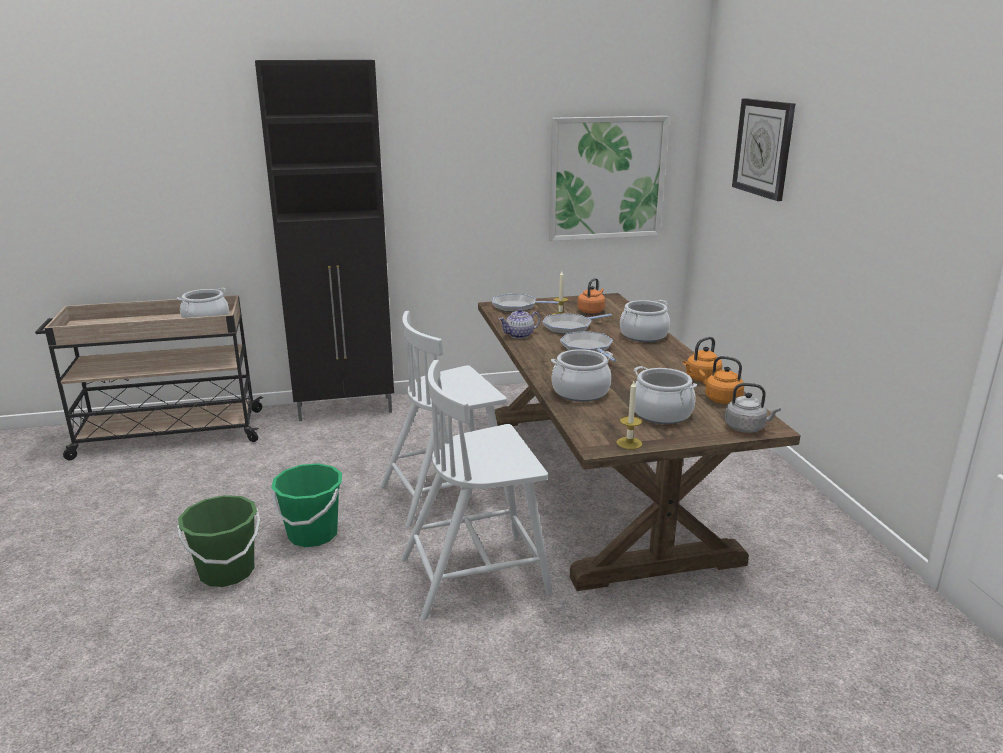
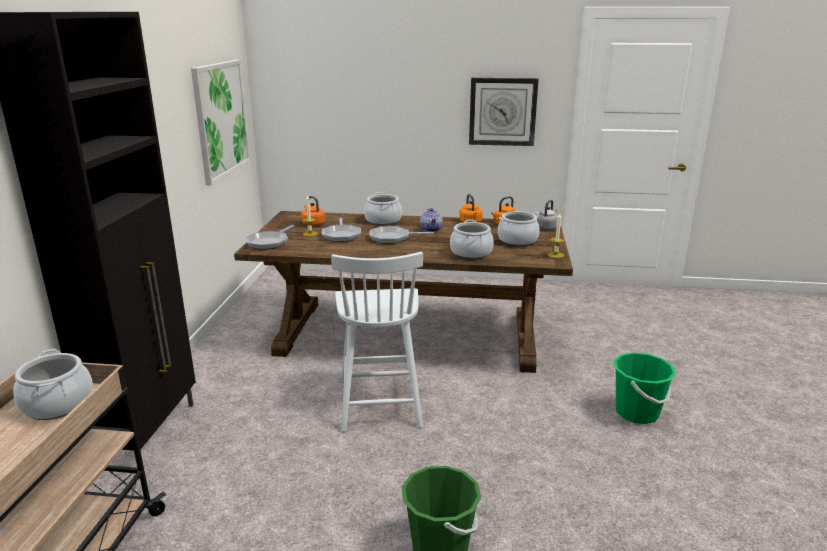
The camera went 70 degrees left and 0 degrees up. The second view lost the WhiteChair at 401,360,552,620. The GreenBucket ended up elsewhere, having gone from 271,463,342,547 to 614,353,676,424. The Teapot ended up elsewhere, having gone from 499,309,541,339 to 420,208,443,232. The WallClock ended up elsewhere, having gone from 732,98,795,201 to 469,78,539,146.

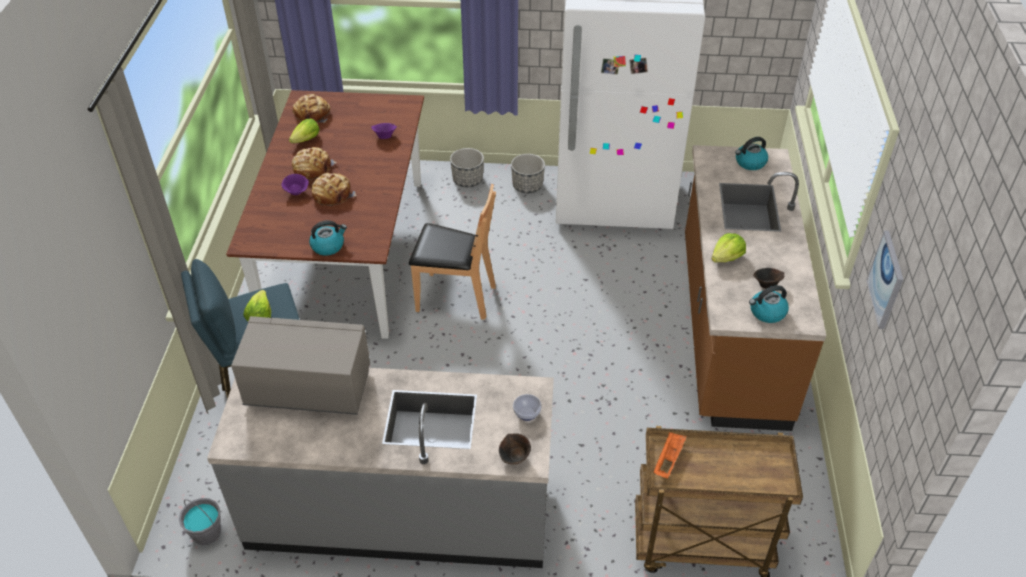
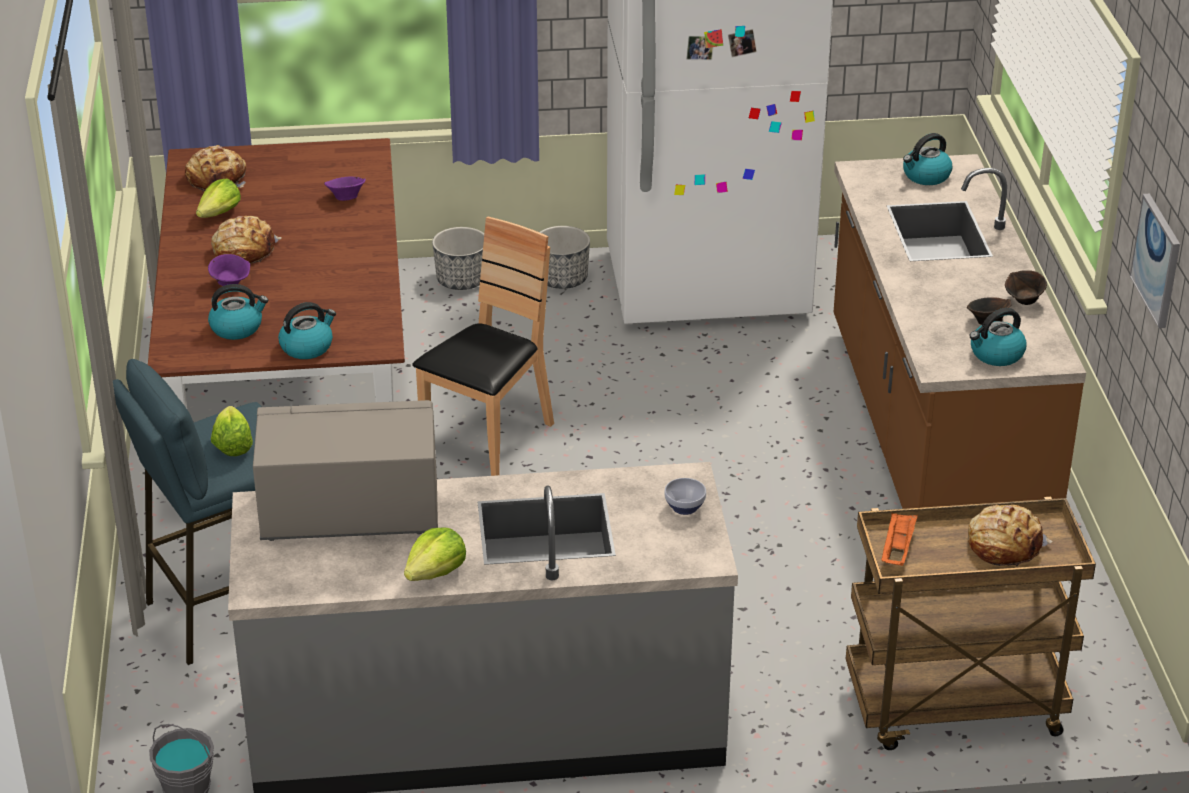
The camera went 10 degrees left and 10 degrees down. The second view gained the Kettle at 208,284,268,340. The Bread ended up elsewhere, having gone from 311,173,356,207 to 968,505,1052,567. The BrownBowl ended up elsewhere, having gone from 499,433,531,464 to 1005,270,1047,305. The Lettuce ended up elsewhere, having gone from 711,233,746,262 to 404,527,466,581. The BrownChair at 409,184,496,320 ended up facing another way, 60 degrees counterclockwise from before.

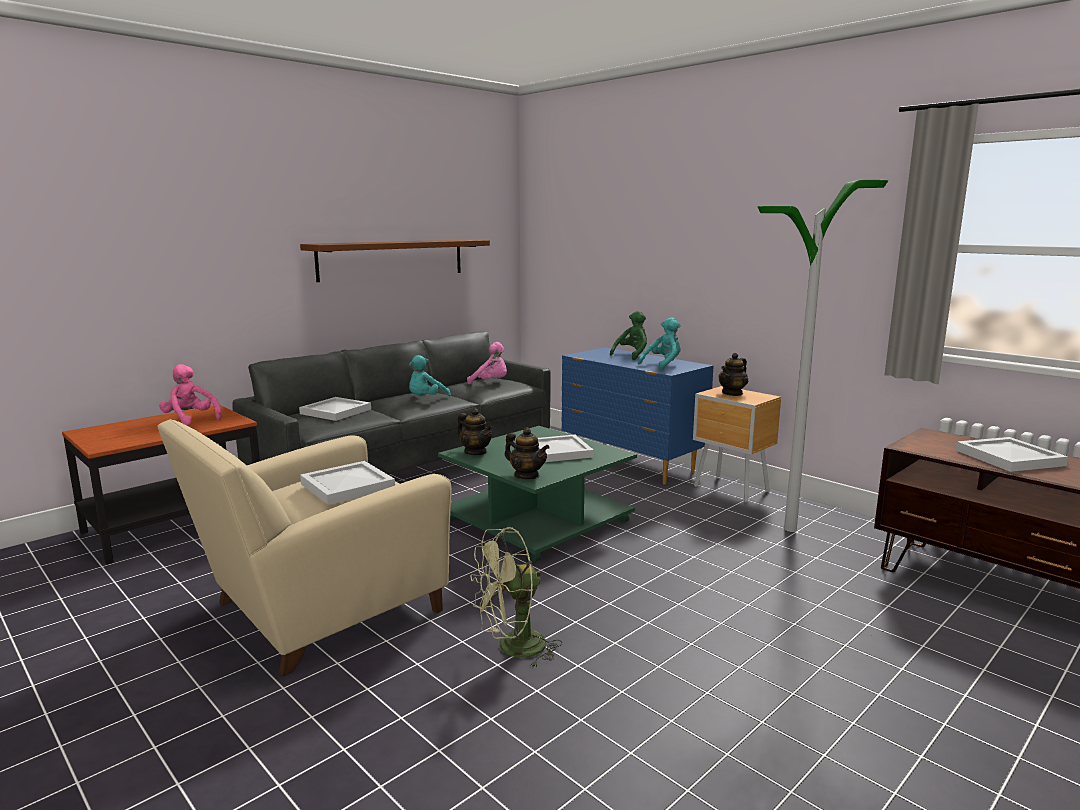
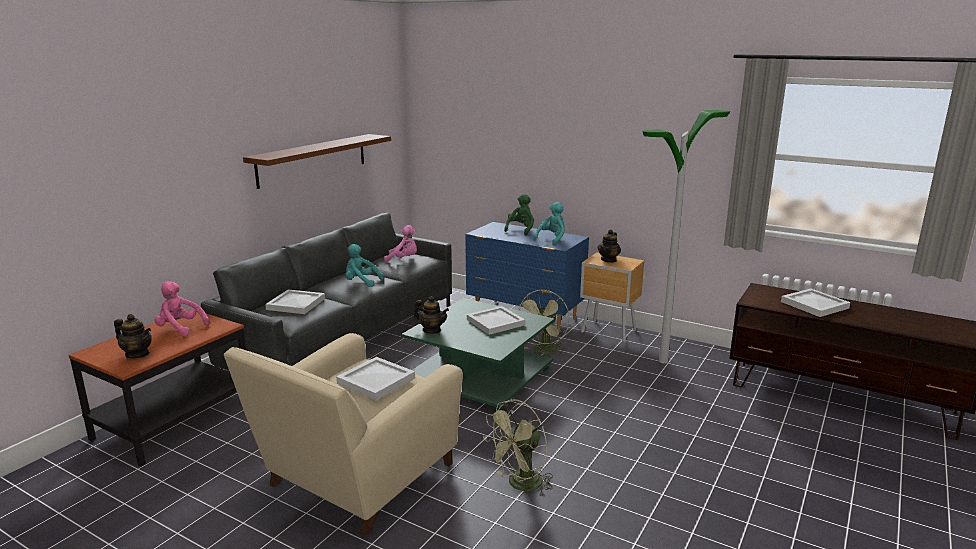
The camera went 15 degrees left and 5 degrees up. The second view gained the GreenFan at 517,290,570,355. The Teapot ended up elsewhere, having gone from 505,427,549,479 to 114,314,152,359. The TurquoisePlushToy at 409,355,451,396 ended up facing another way, 90 degrees clockwise from before.

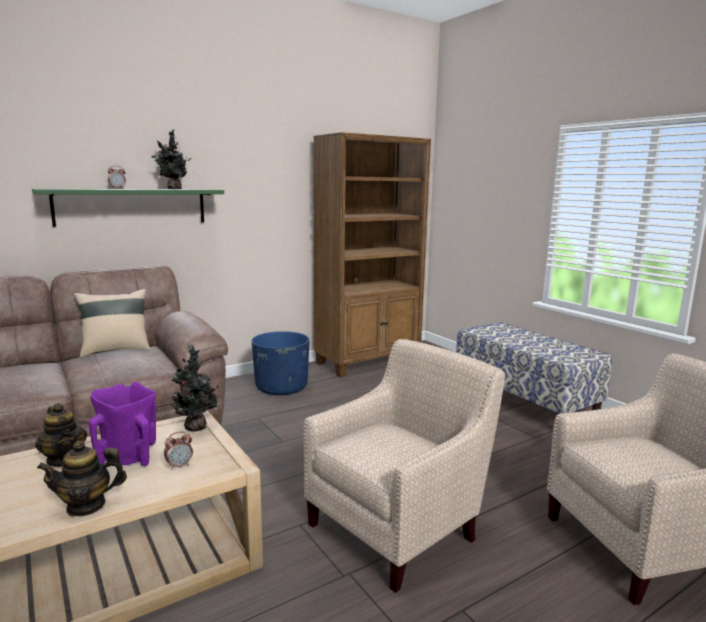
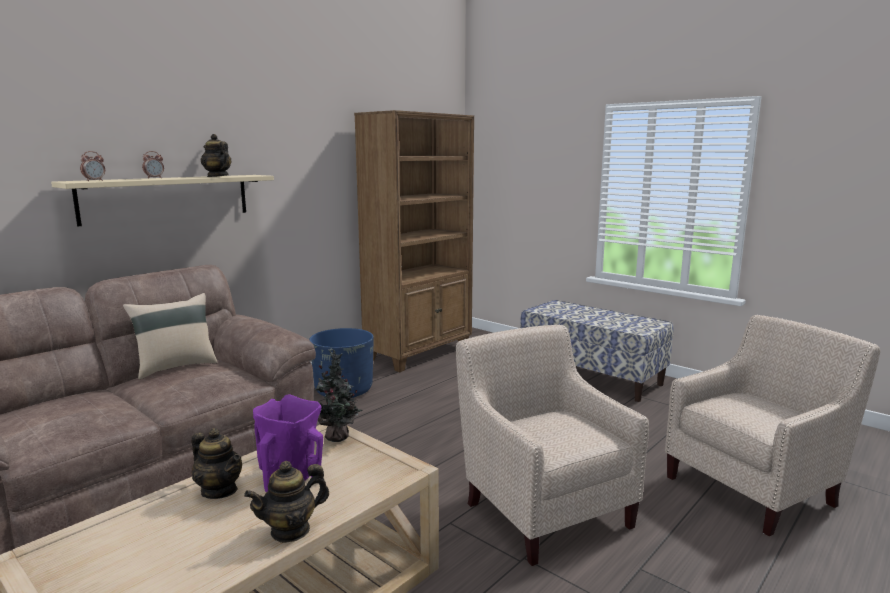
The camera went 15 degrees left and 0 degrees up. The AlarmClock ended up elsewhere, having gone from 164,432,193,470 to 80,151,105,181. Where the PottedPlant stood at 151,129,191,189, the Teapot came to stand at 201,134,231,177. What was the GreenShelf at 32,189,224,227 turned into the BeigeShelf at 51,175,274,226. The BeigeArmchair at 303,339,505,593 ended up facing another way, 60 degrees counterclockwise from before.

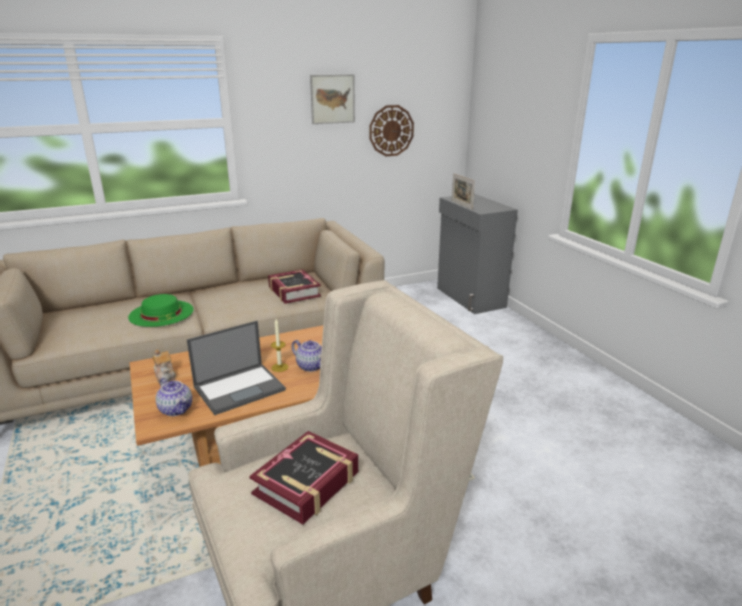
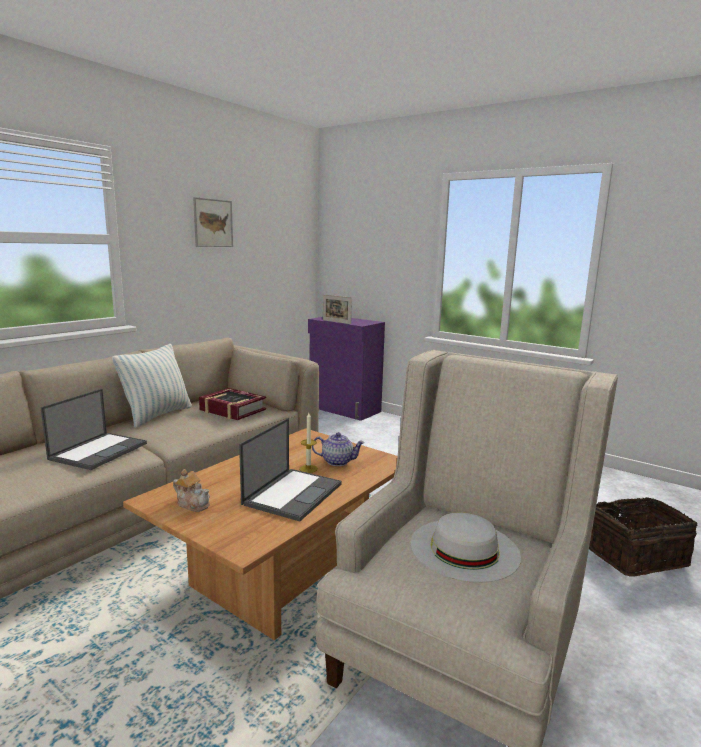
The camera went 30 degrees left and 10 degrees down. The second view lost the Teapot at 156,378,192,416. The second view lost the WallClock at 369,105,414,156. The second view gained the Pillow at 112,344,192,428. The second view gained the Basket at 589,497,697,577. Where the GreenHat stood at 128,294,194,327, the Laptop came to stand at 40,389,147,470. Where the Book stood at 249,431,359,525, the WhiteHat came to stand at 411,513,521,583. What was the GreyCabinet at 437,194,518,314 turned into the PurpleCabinet at 308,317,385,421.

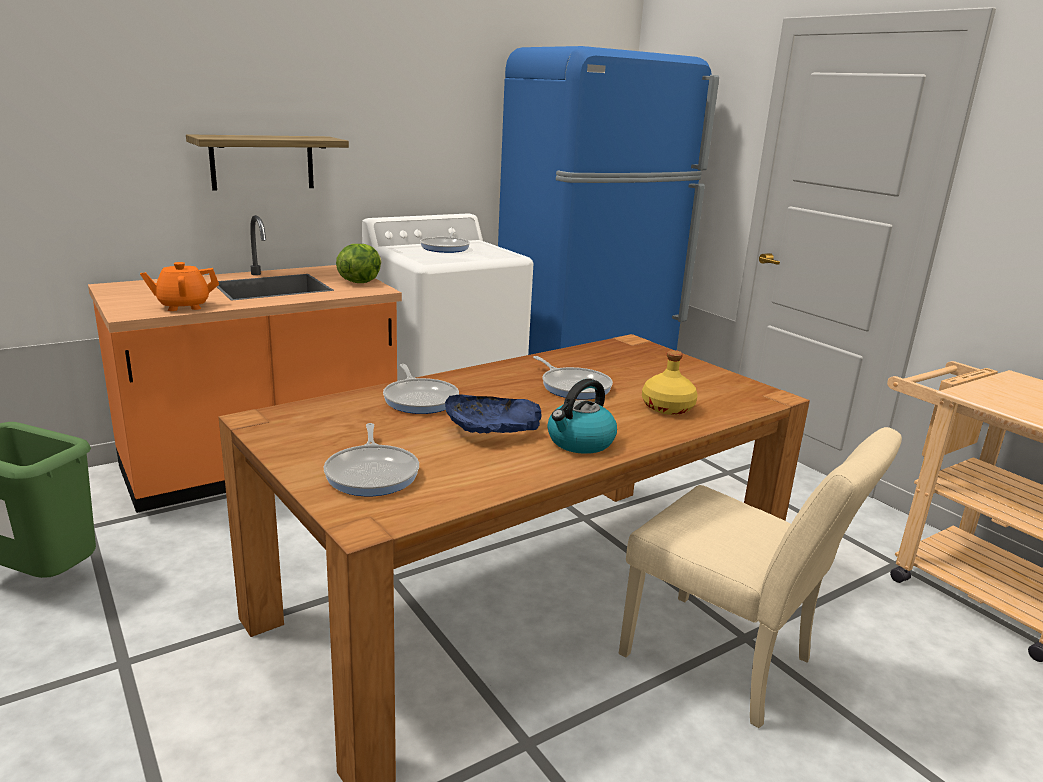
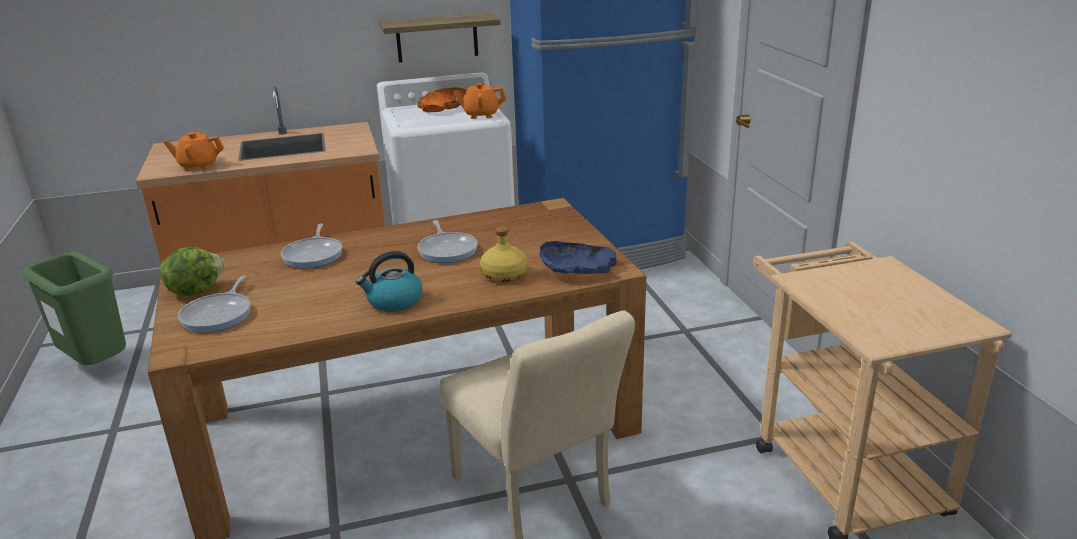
The camera went 20 degrees right and 5 degrees up. The second view gained the OrangeTeapot at 454,83,506,119. The Shelf ended up elsewhere, having gone from 186,134,349,191 to 379,13,501,63. The Lettuce ended up elsewhere, having gone from 336,244,382,283 to 160,247,225,296. The BlueBowl ended up elsewhere, having gone from 445,394,542,433 to 539,241,617,274. Where the FryingPan stood at 420,231,470,253, the OrangeBowl came to stand at 417,87,467,112.

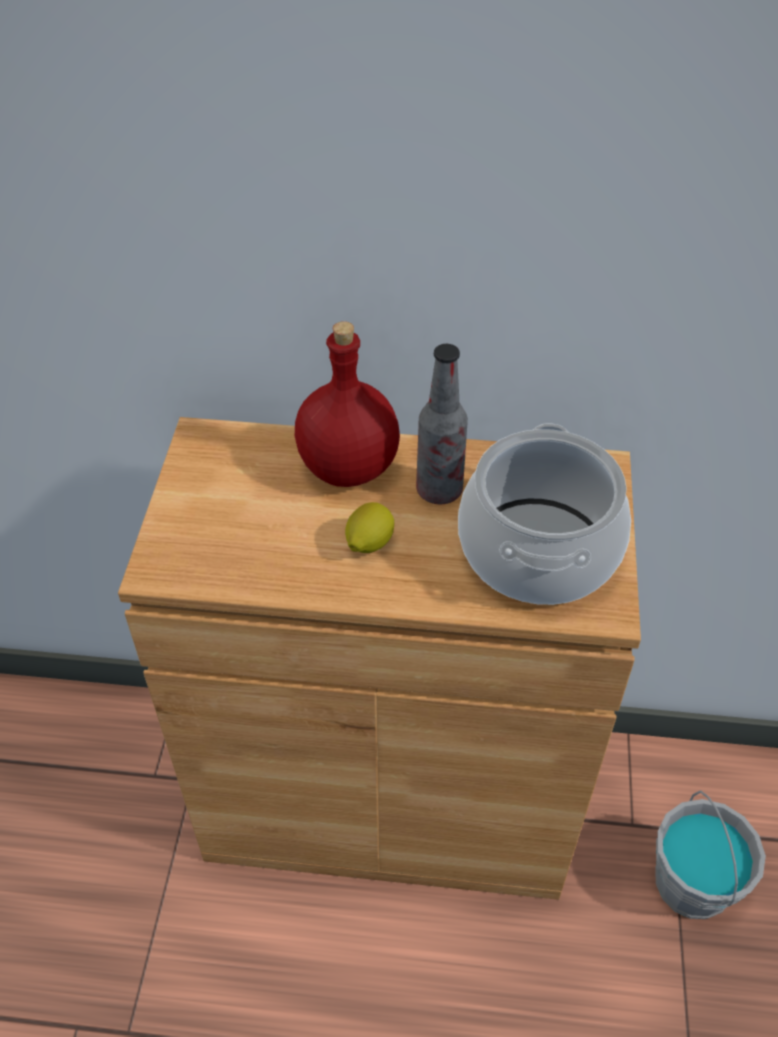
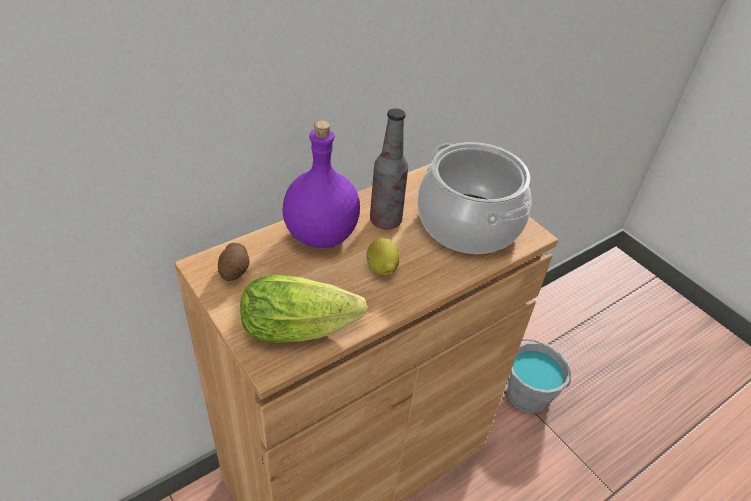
The camera went 45 degrees left and 5 degrees down. The second view gained the Potato at 218,243,250,281. The second view gained the Lettuce at 240,275,367,343. What was the RedBottle at 295,321,400,487 turned into the PurpleBottle at 283,121,360,248.

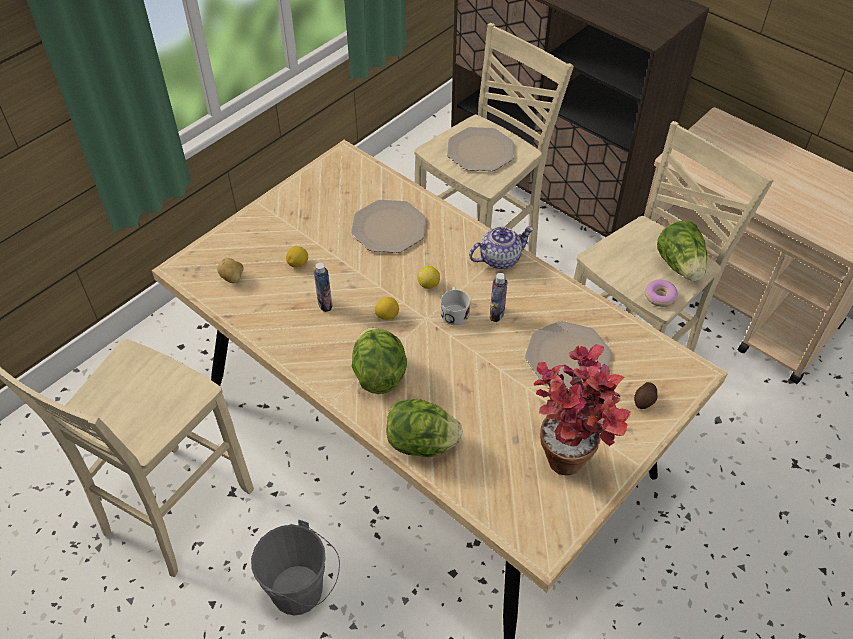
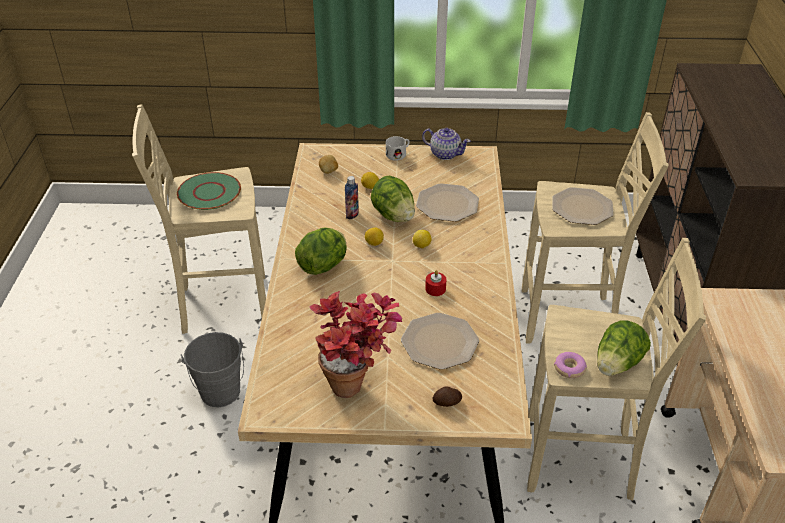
The camera went 50 degrees right and 10 degrees down. The second view gained the GreenPlate at 177,172,241,210. The Lettuce ended up elsewhere, having gone from 387,399,463,457 to 371,176,415,222. The WhiteMug ended up elsewhere, having gone from 441,287,470,325 to 386,136,410,161. The Teapot ended up elsewhere, having gone from 469,227,534,269 to 422,128,471,160. Where the Bottle stood at 490,273,508,322, the RedCandle came to stand at 425,270,446,296.

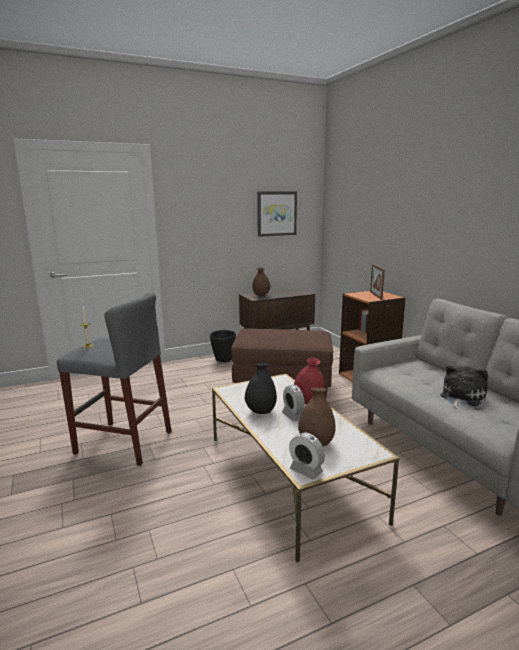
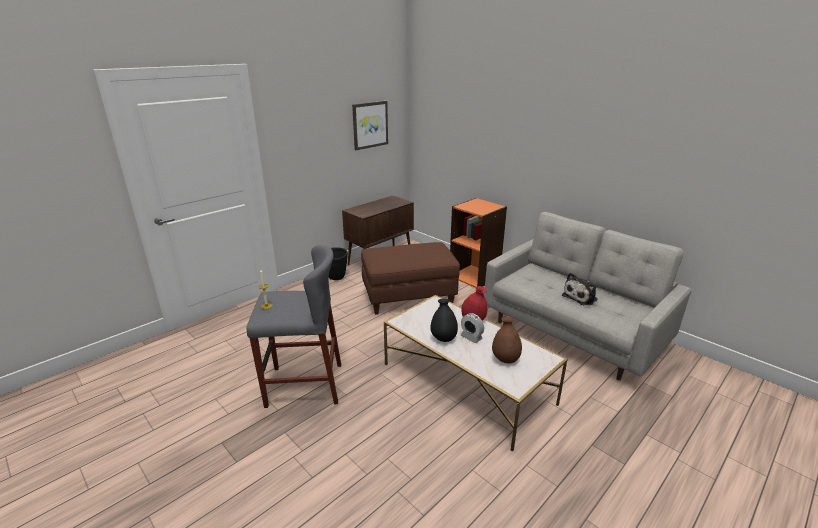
The camera went 20 degrees left and 10 degrees up. The second view lost the BrownVase at 252,267,271,296. The second view lost the AlarmClock at 289,433,325,479. The second view lost the PictureFrame at 370,264,385,300. The PlushToy at 441,366,488,409 ended up facing another way, 150 degrees counterclockwise from before.

